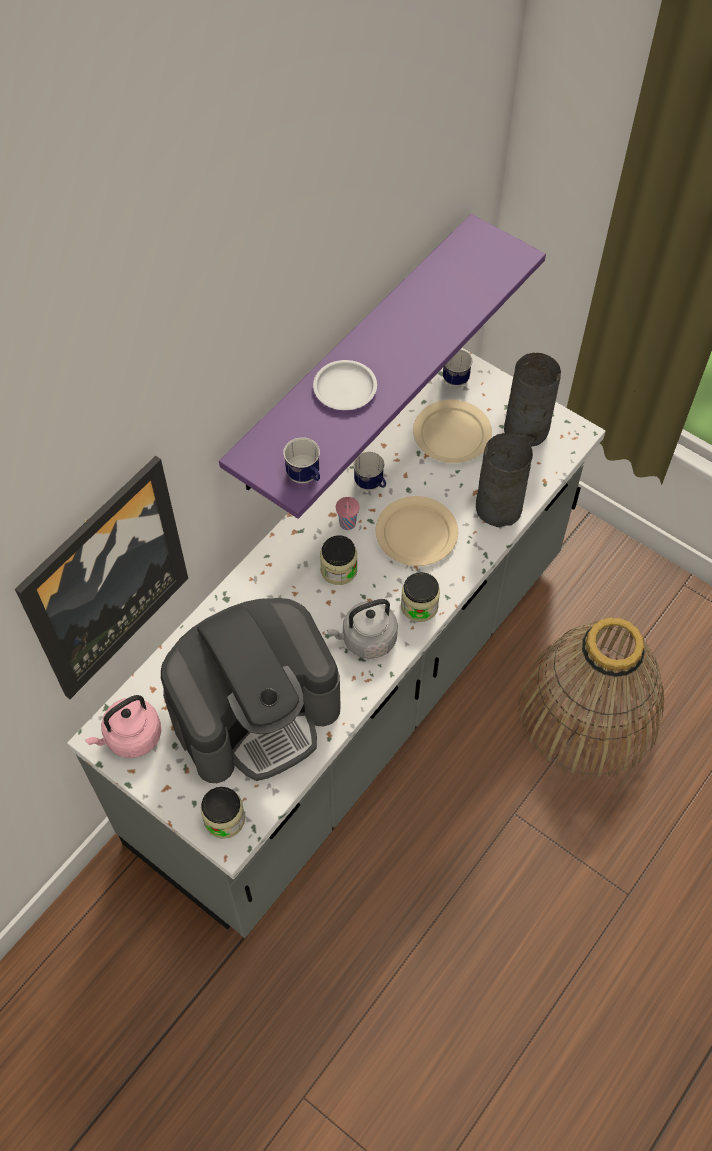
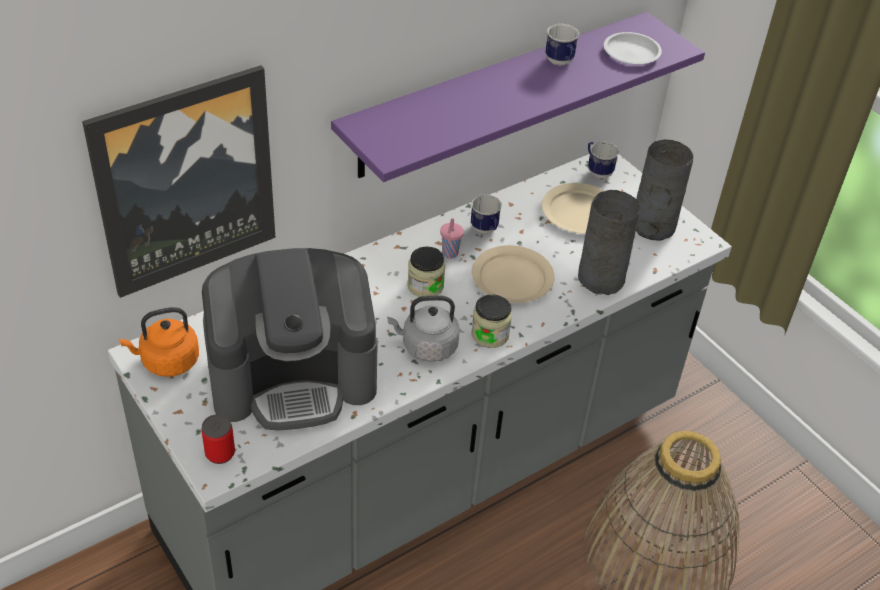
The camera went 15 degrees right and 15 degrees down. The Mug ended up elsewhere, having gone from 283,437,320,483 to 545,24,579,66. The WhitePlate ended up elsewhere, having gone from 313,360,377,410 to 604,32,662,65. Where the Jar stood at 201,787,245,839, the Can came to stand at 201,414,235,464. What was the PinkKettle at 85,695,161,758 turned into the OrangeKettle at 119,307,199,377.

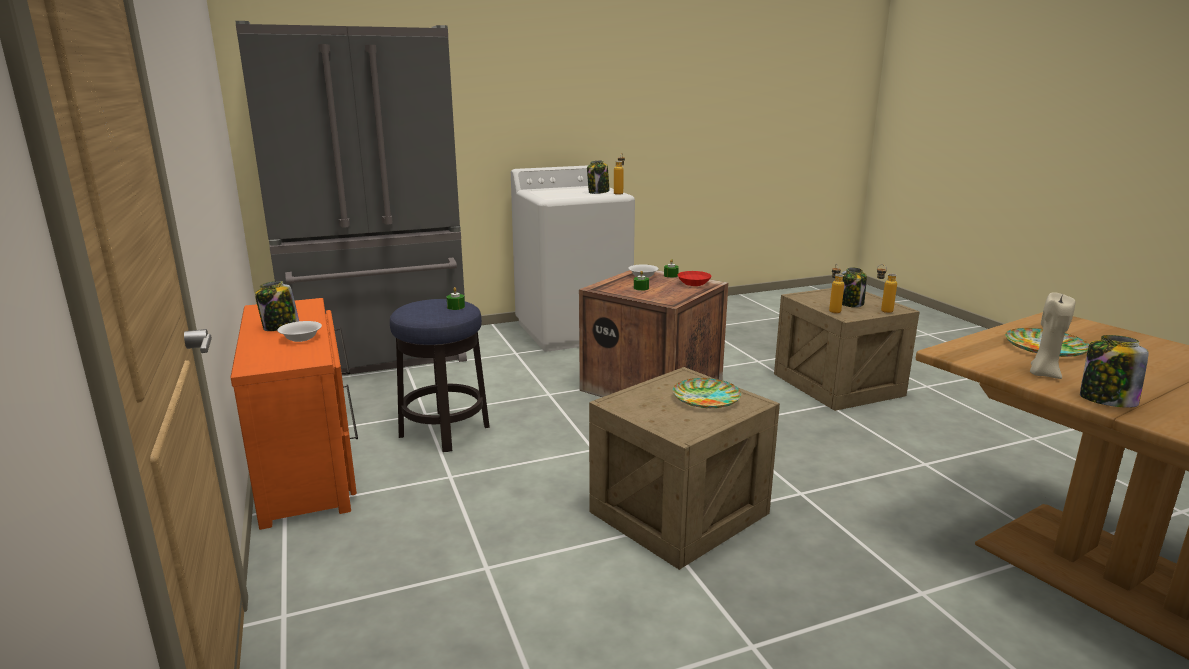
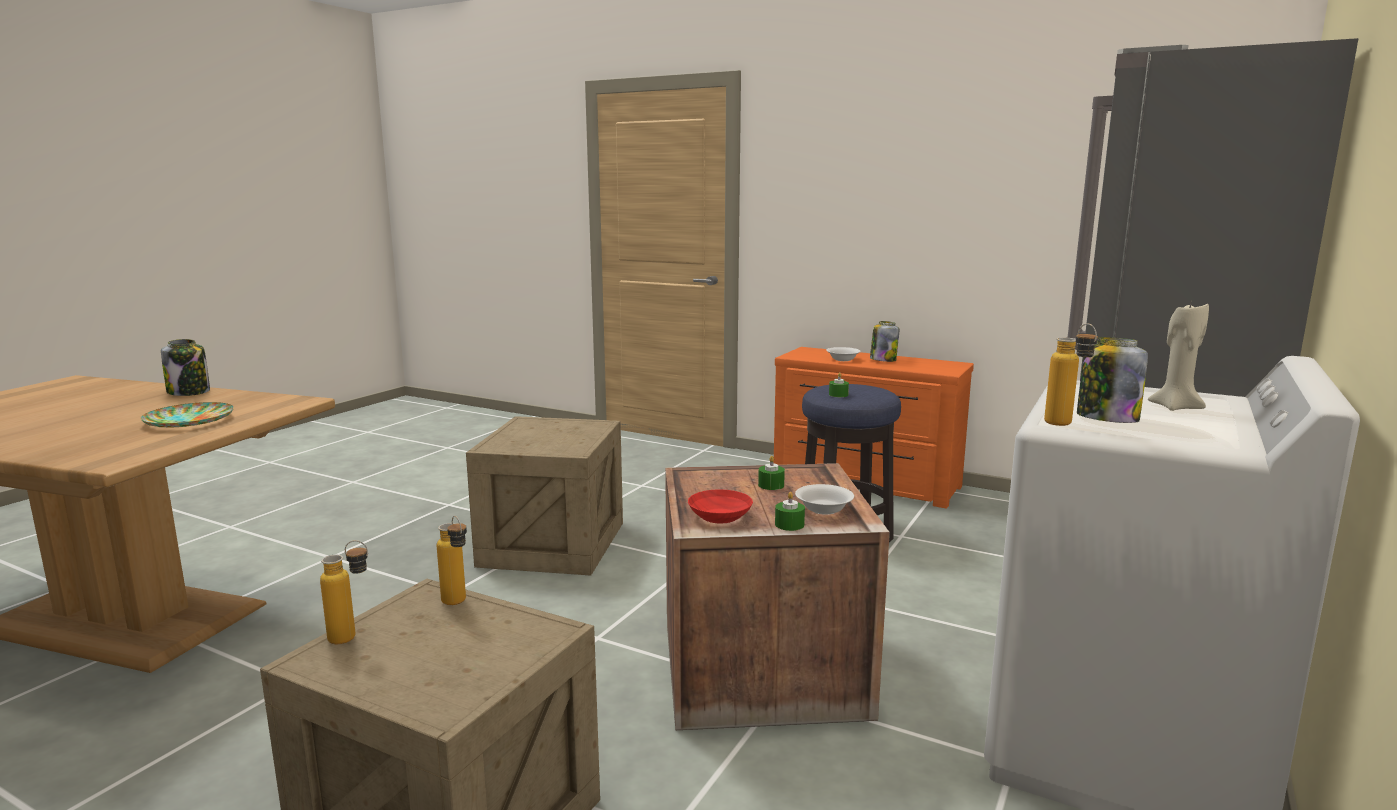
The camera went 140 degrees right and 5 degrees down. The second view lost the Plate at 673,378,741,408. The second view lost the Jar at 842,267,867,307. The BeigeCandle ended up elsewhere, having gone from 1030,292,1075,379 to 1148,303,1209,411.

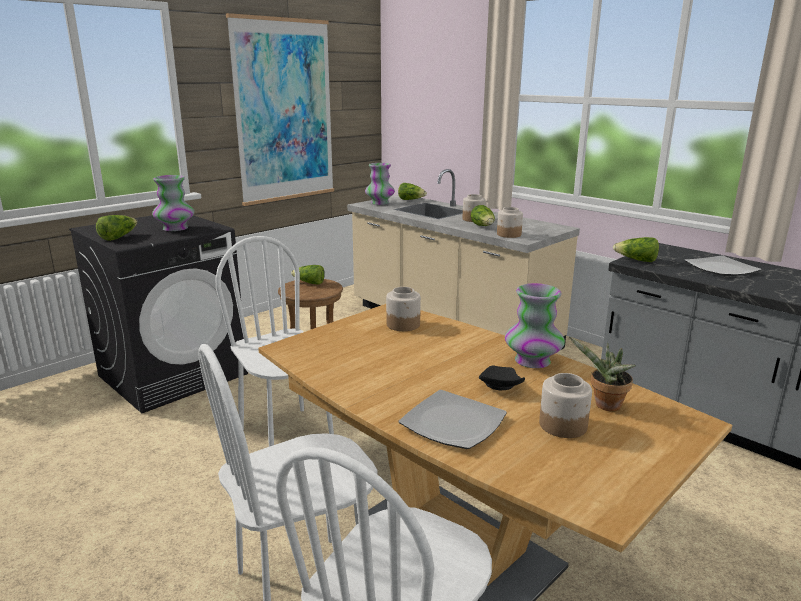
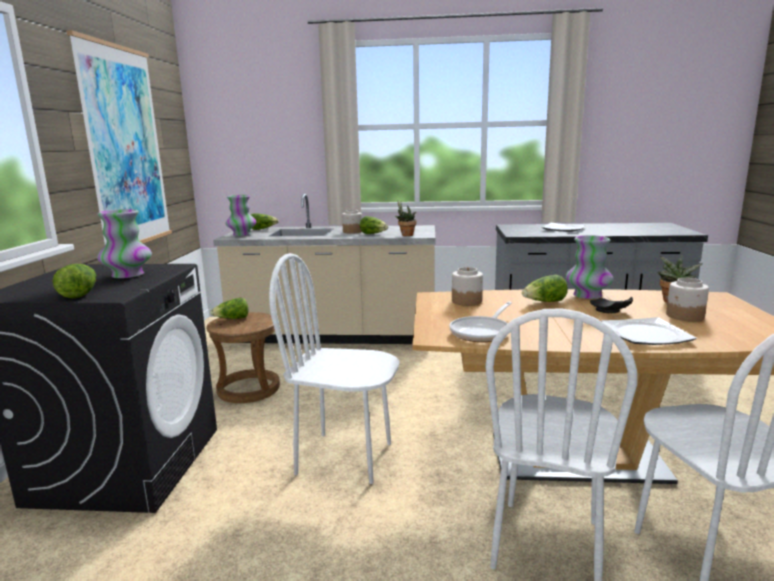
The camera went 40 degrees left and 5 degrees down. The second view gained the FryingPan at 450,302,512,342. The Lettuce ended up elsewhere, having gone from 613,237,659,262 to 522,275,568,302. Where the Jar stood at 497,207,523,238, the PottedPlant came to stand at 395,200,416,236.

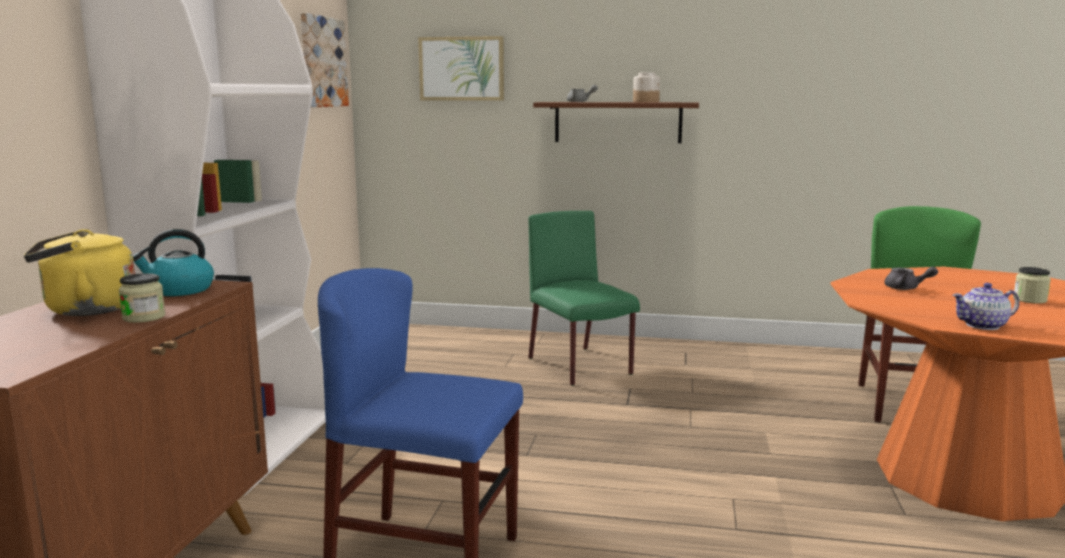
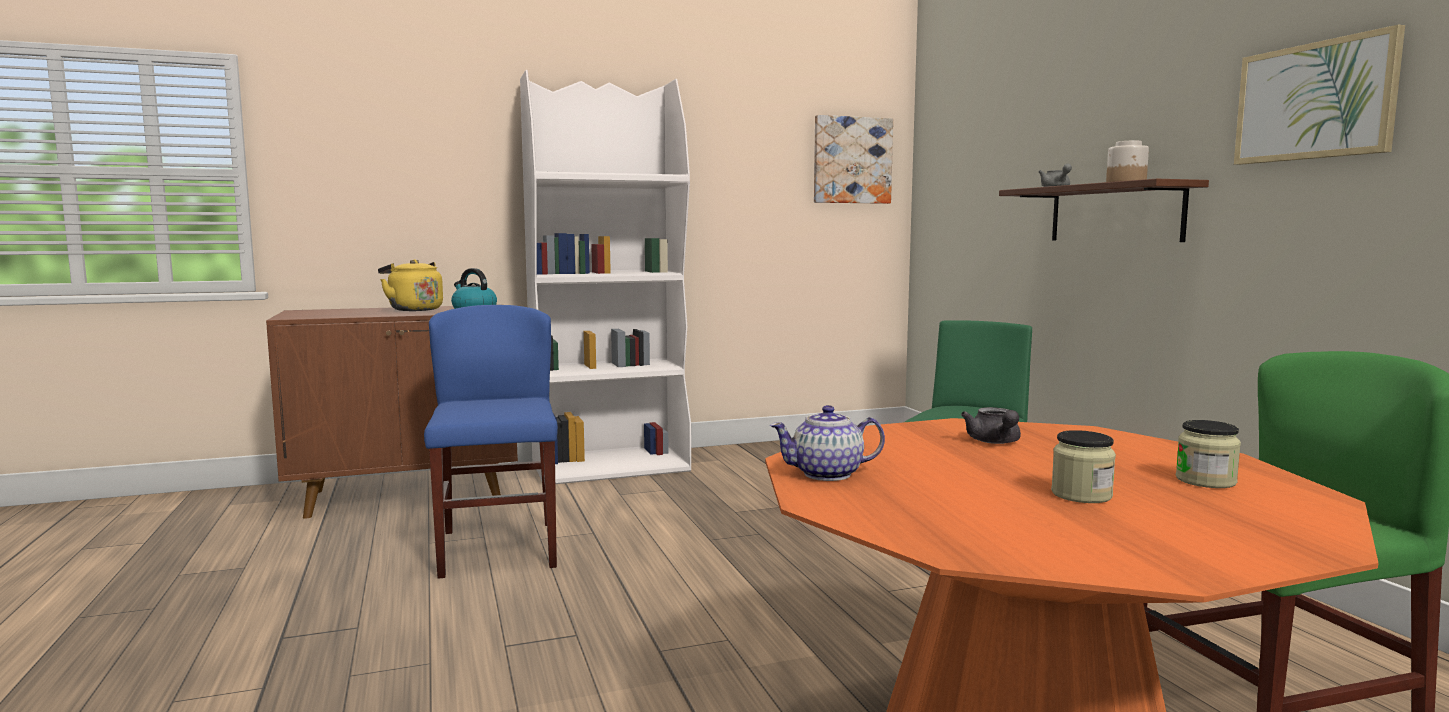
The camera went 60 degrees right and 5 degrees down. The Jar ended up elsewhere, having gone from 119,273,165,323 to 1176,420,1241,488. The Picture ended up elsewhere, having gone from 418,36,504,101 to 1234,25,1405,165. The Teapot at 952,283,1019,330 ended up facing another way, 60 degrees counterclockwise from before.

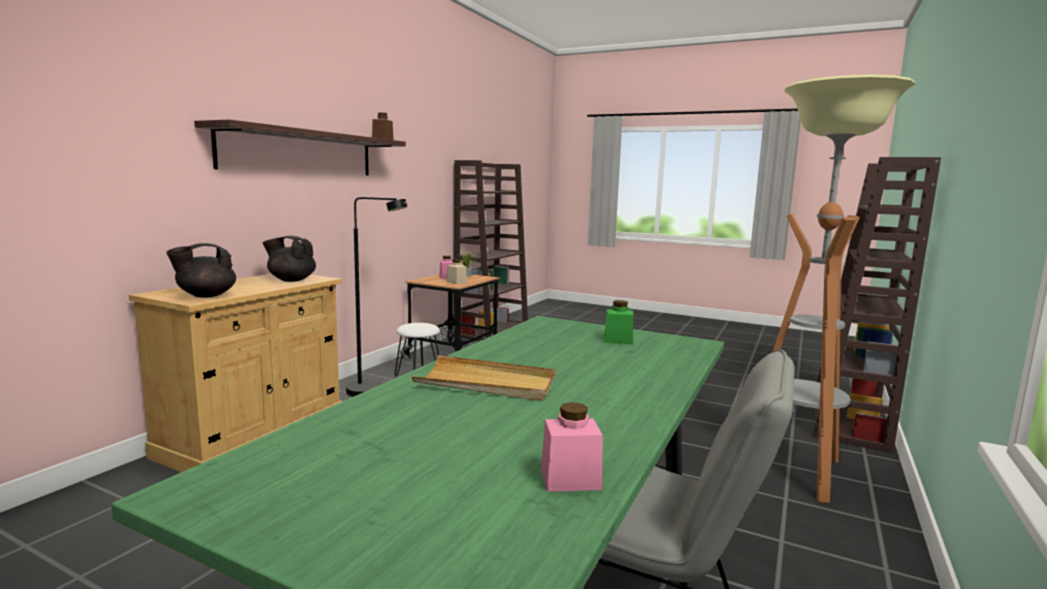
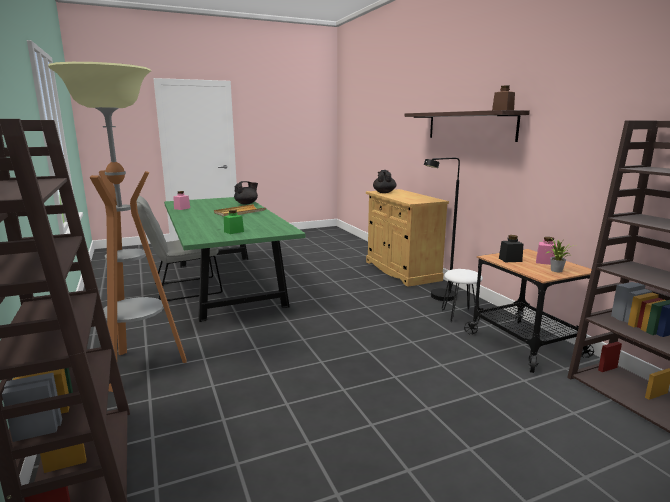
The camera went 130 degrees right and 5 degrees up. The BlackTeapot ended up elsewhere, having gone from 262,236,316,282 to 234,181,258,204. What was the BeigeJar at 446,259,467,284 turned into the BlackJar at 499,235,523,262.

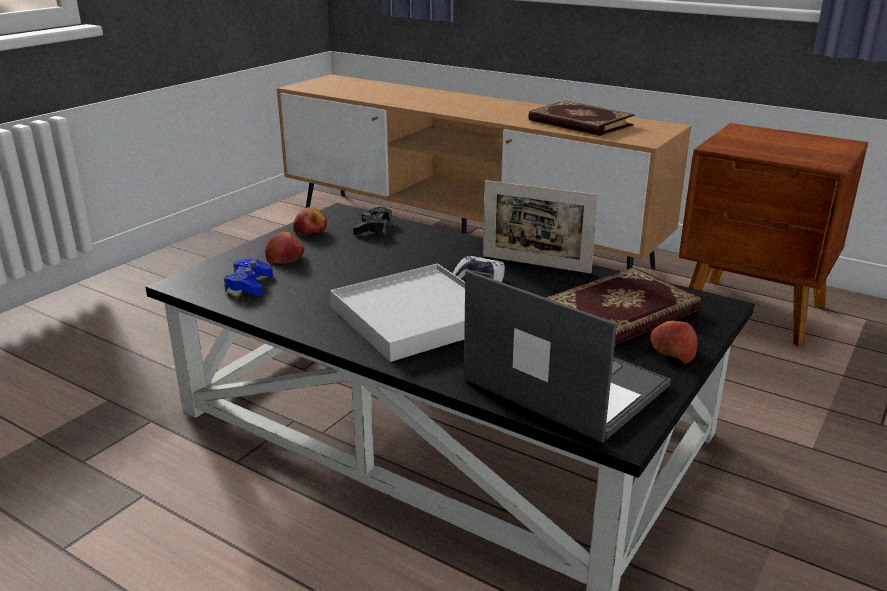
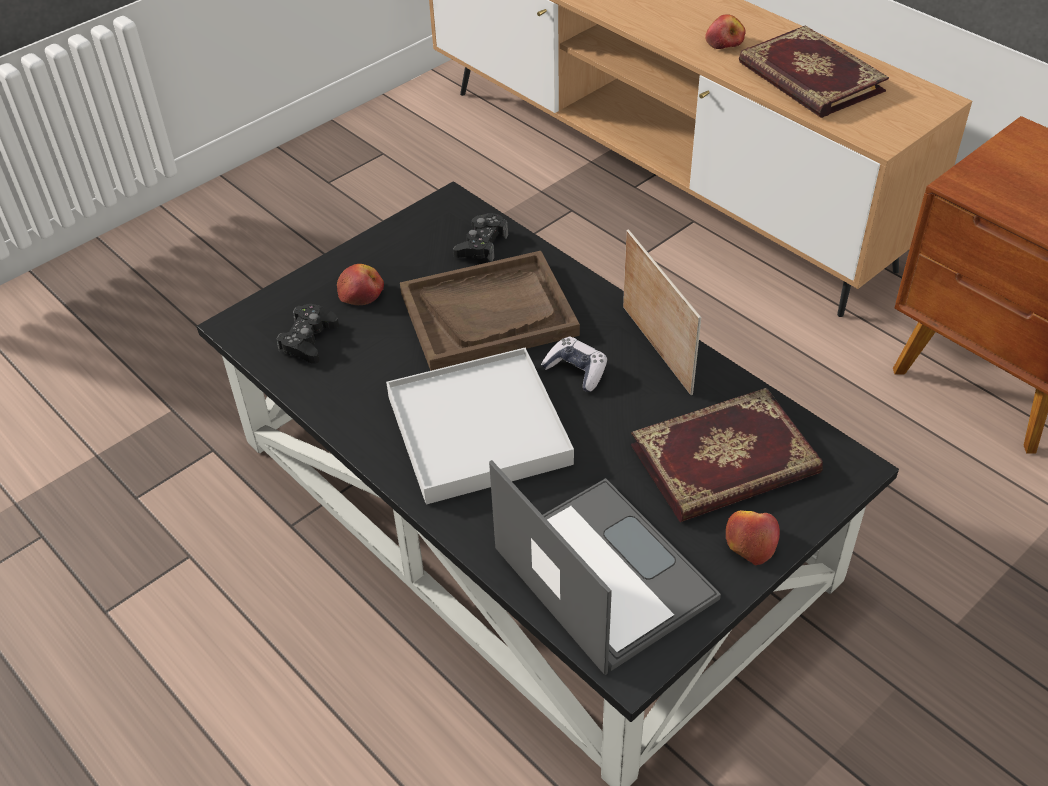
The camera went 15 degrees right and 20 degrees up. The second view gained the BrownTray at 400,251,580,371. The Apple ended up elsewhere, having gone from 293,207,327,236 to 705,14,746,49. What was the BlueGameController at 224,258,273,296 turned into the BlackGameController at 276,304,339,364. The PictureFrame at 483,180,598,274 ended up facing another way, 150 degrees counterclockwise from before.

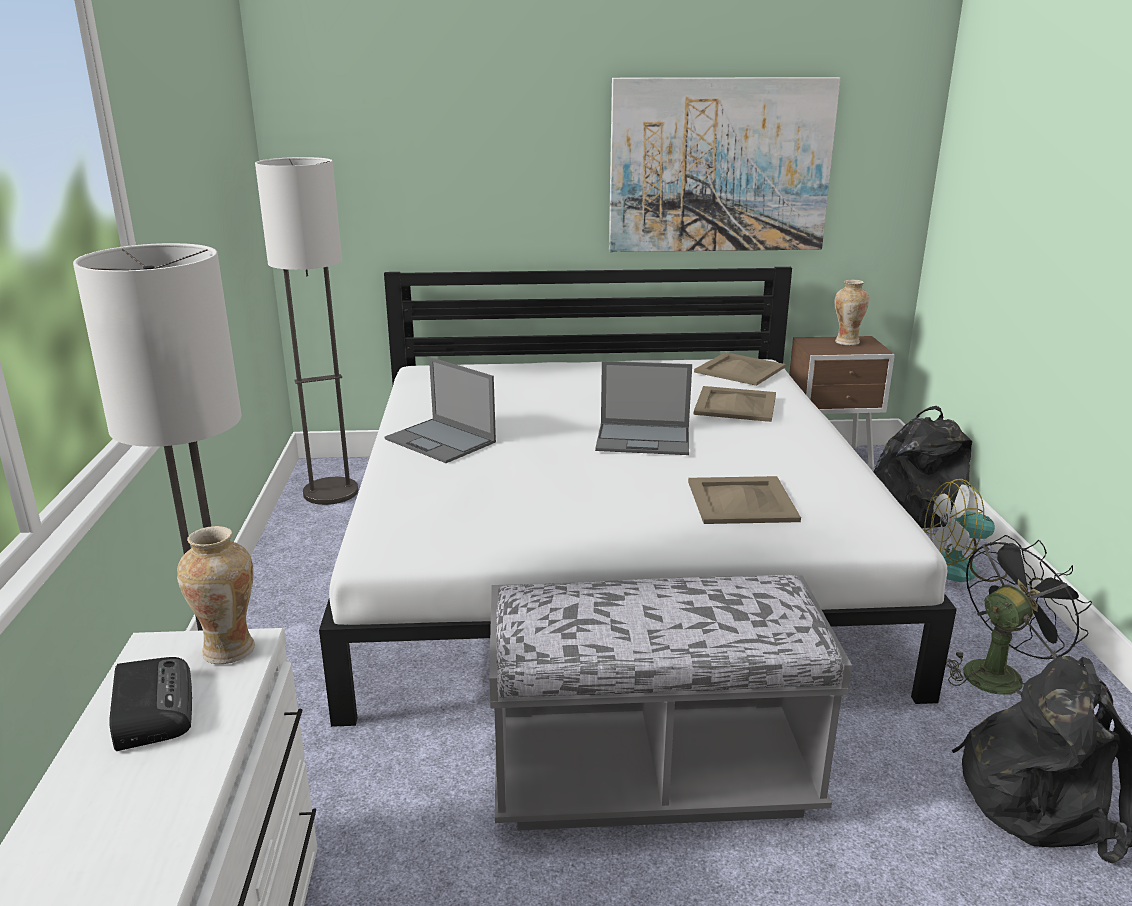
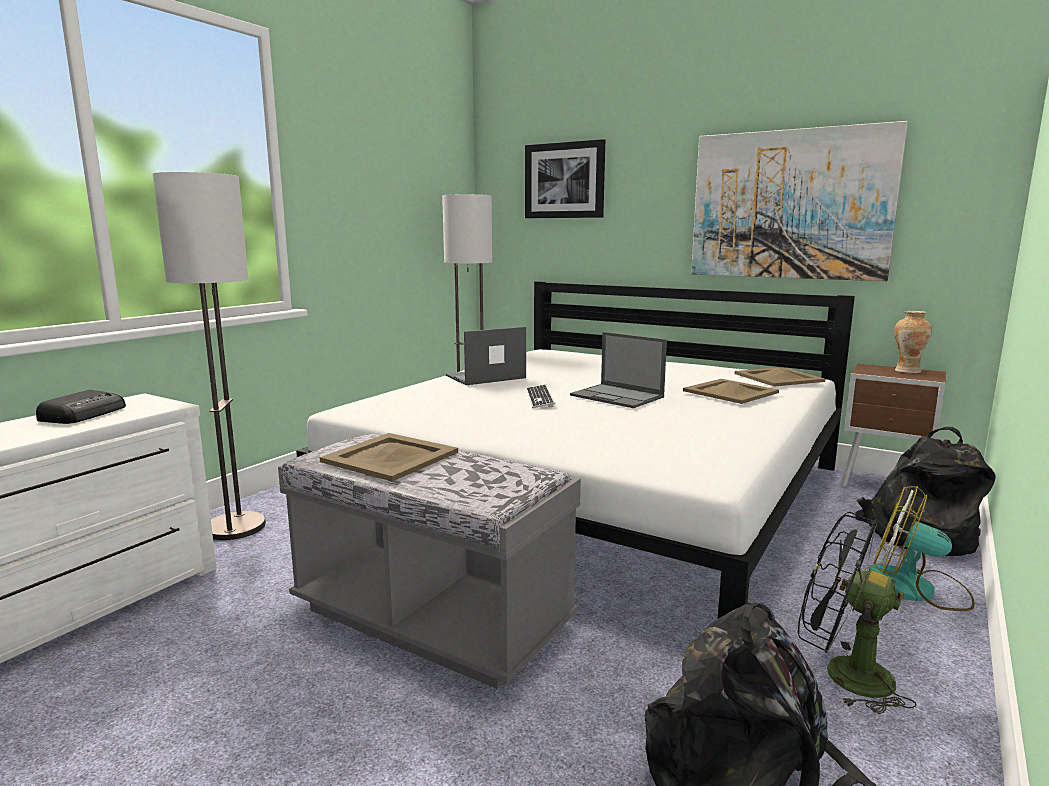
The camera went 35 degrees right and 10 degrees down. The second view lost the Vase at 177,526,255,664. The second view gained the Picture at 525,139,605,218. The second view gained the Keyboard at 526,385,555,408. The BeigeTray ended up elsewhere, having gone from 688,476,801,524 to 320,433,458,481. The Laptop at 385,357,496,463 ended up facing another way, 75 degrees clockwise from before. The BlackFan at 946,535,1092,695 ended up facing another way, 150 degrees counterclockwise from before.

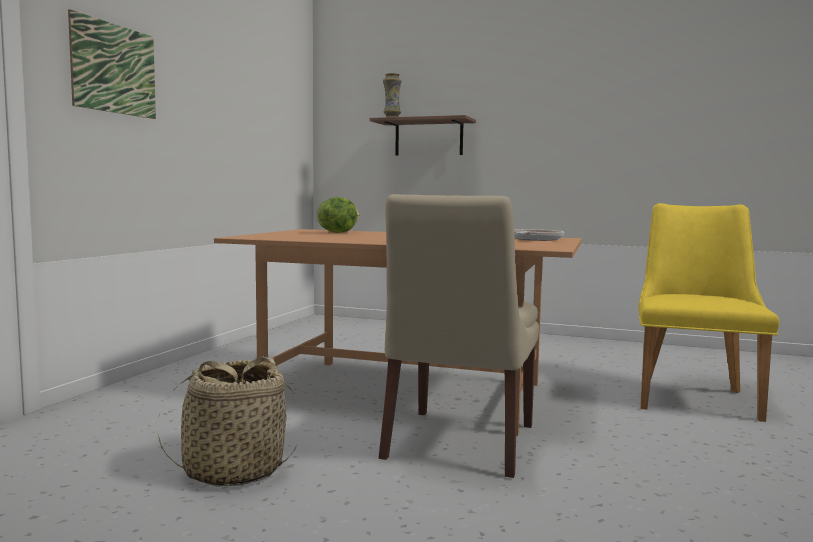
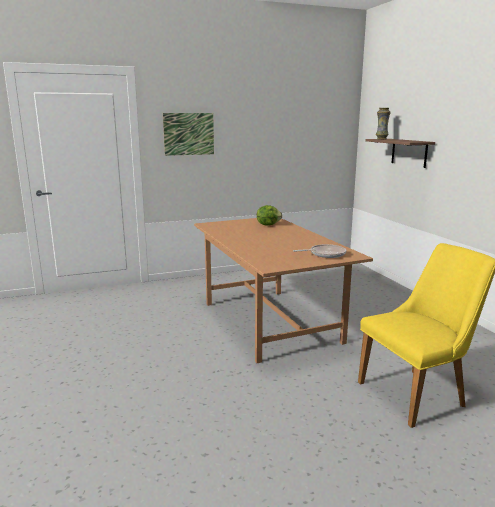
The camera went 50 degrees right and 10 degrees up. The second view lost the Basket at 157,357,298,486. The second view lost the BeigeChair at 379,194,539,478.

